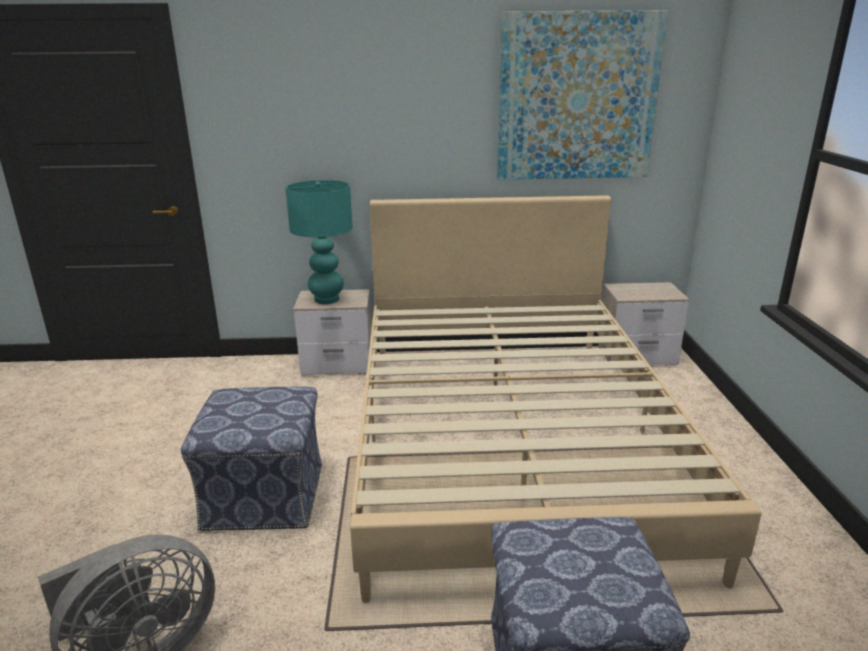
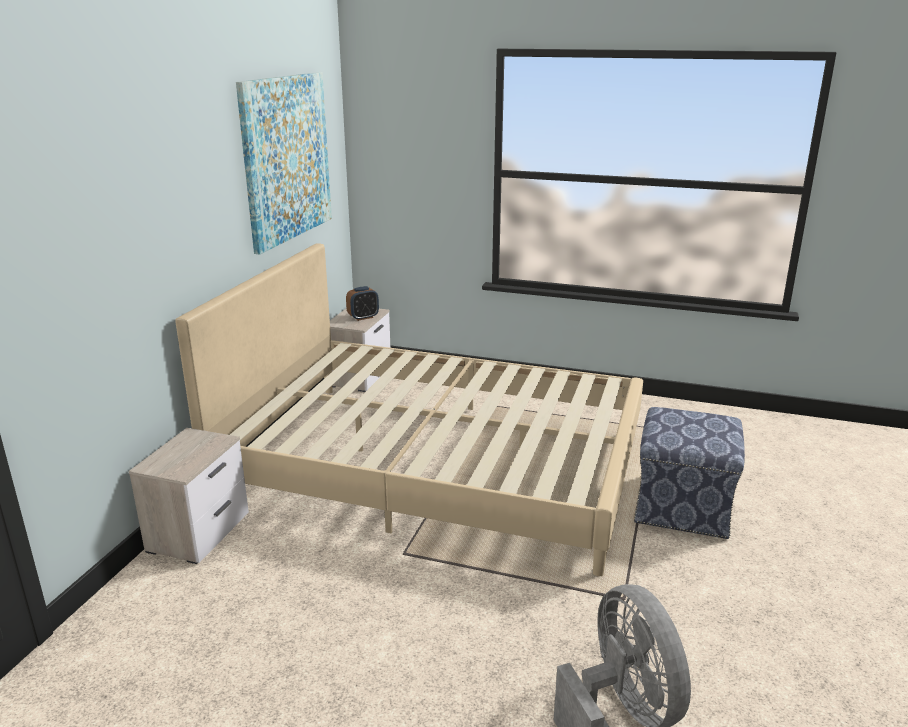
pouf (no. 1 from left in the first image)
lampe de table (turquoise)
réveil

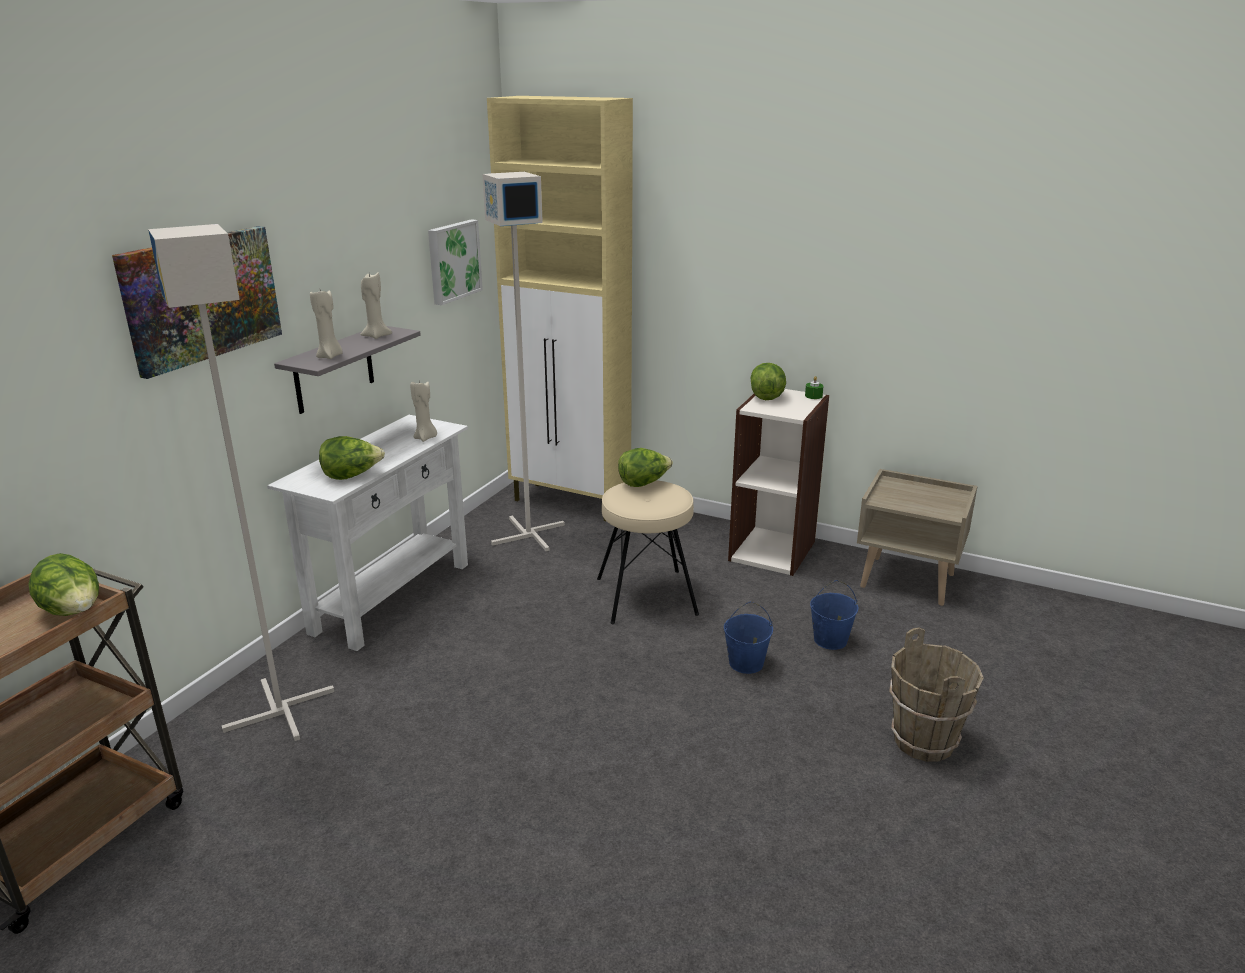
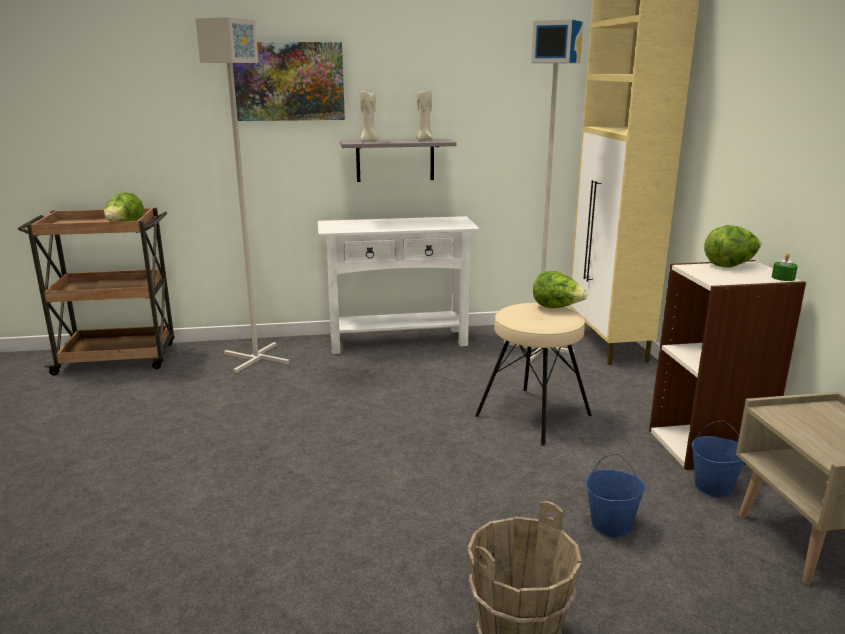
laitue (no. 2 from left in the first image)
bougie (beige) (no. 3 from left in the first image)
tableau (no. 2 from left in the first image)
seau (bleu) (no. 2 from left)

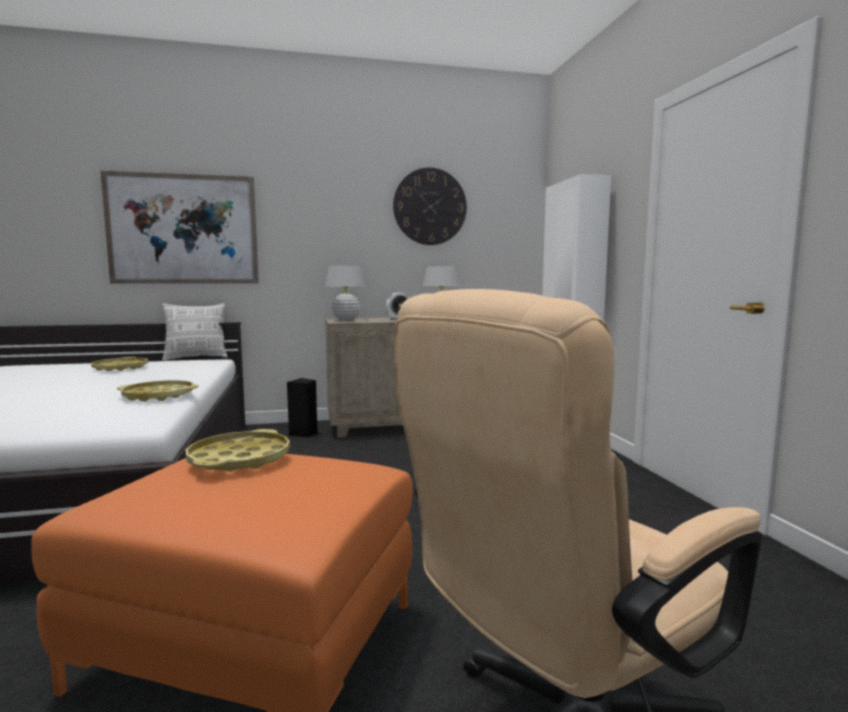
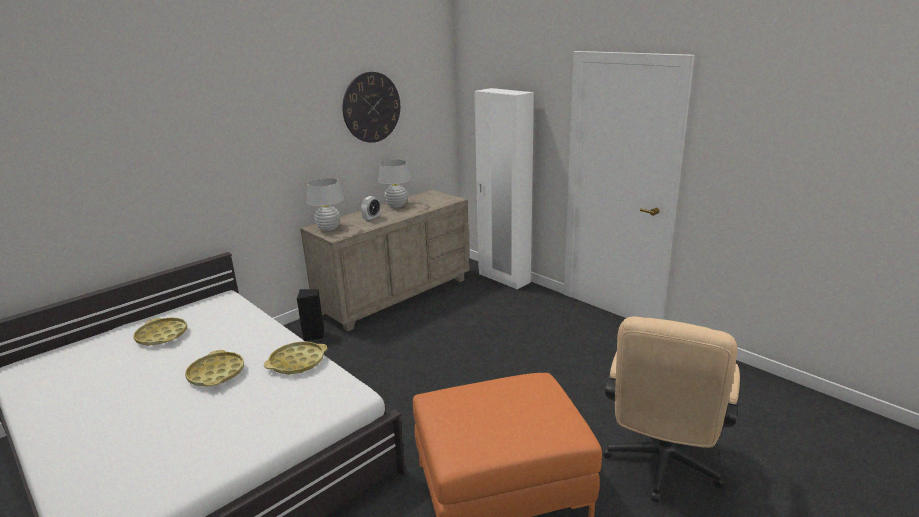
tableau
coussin
plateau (jaune) (no. 2 from left)

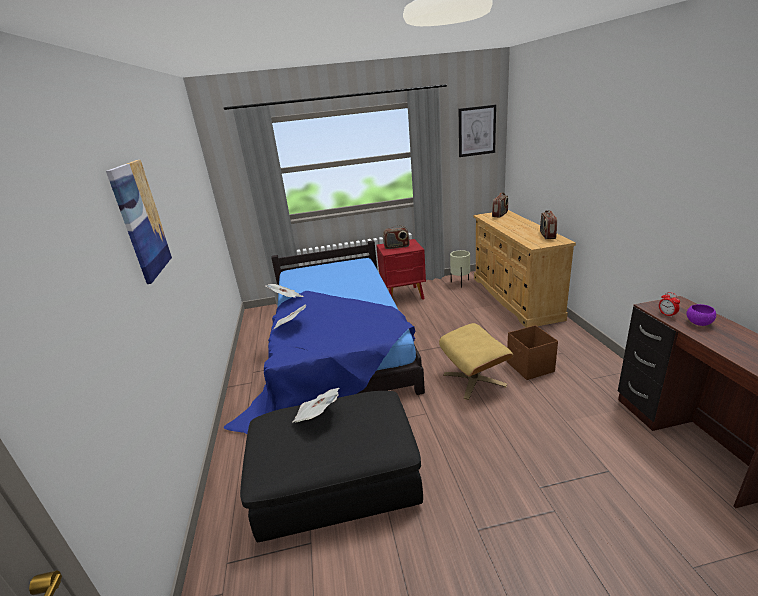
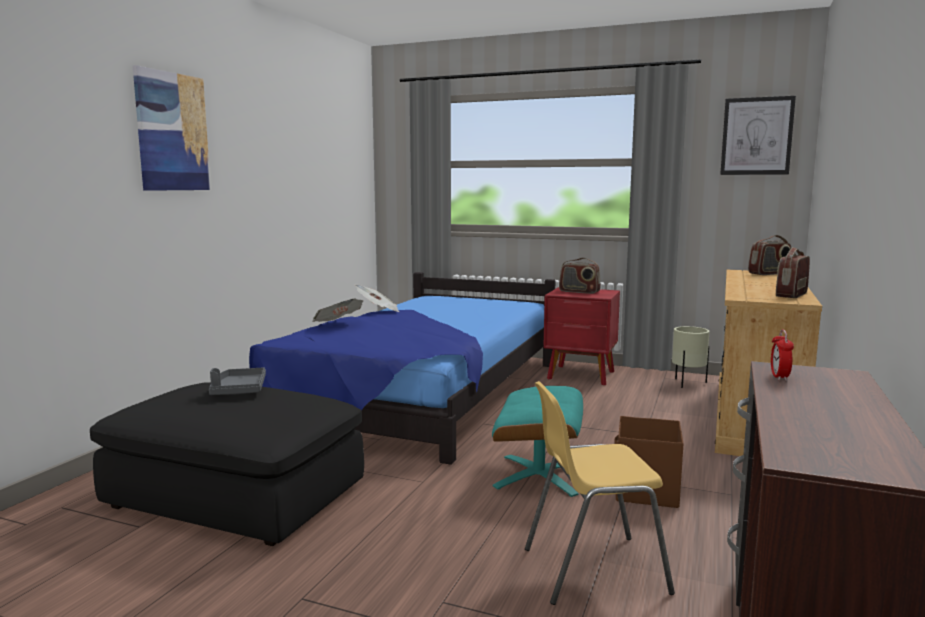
bol (violet)
chaise (jaune)
plateau (gris)
pouf (turquoise)

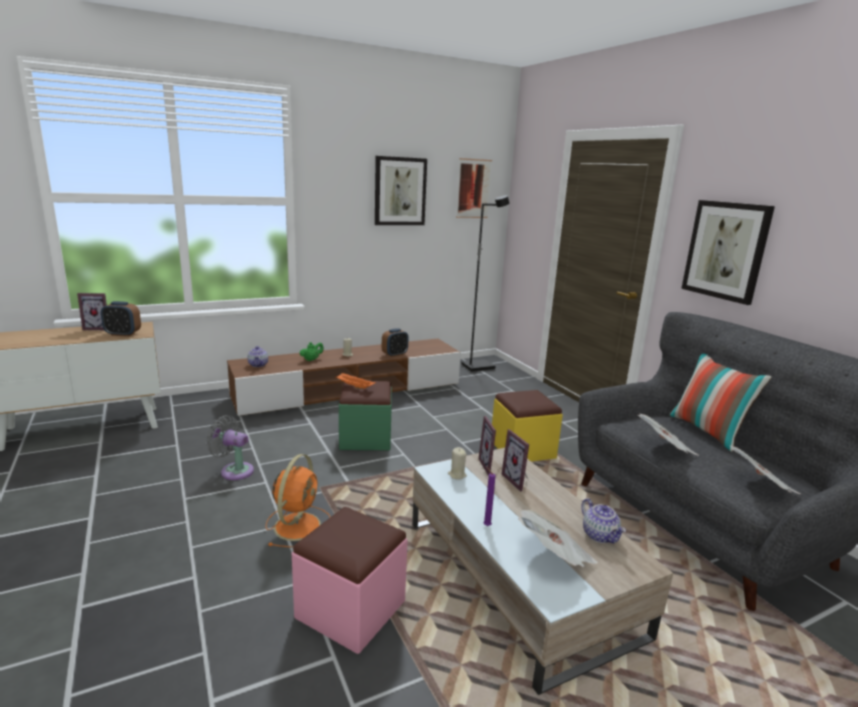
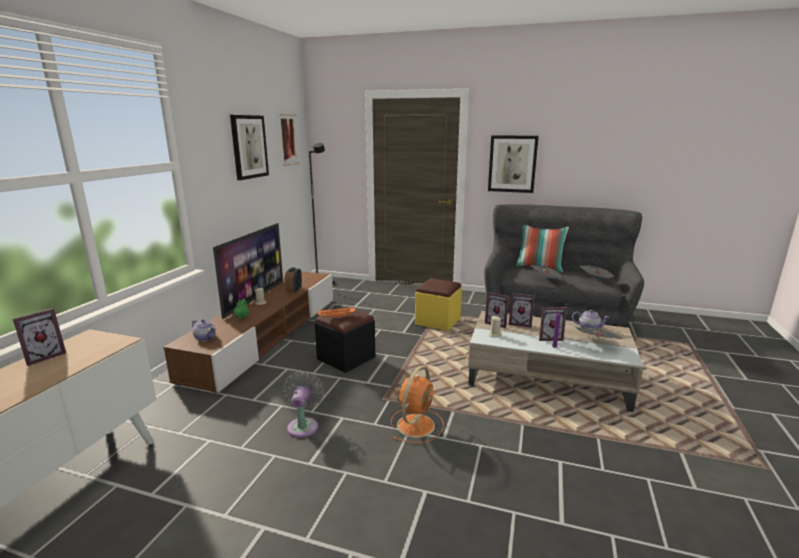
réveil (no. 1 from left in the first image)
pouf (rose)
téléviseur
cadre photo (no. 4 from left)
pouf (noir)
ventilateur (gris)
ventilateur (orange)

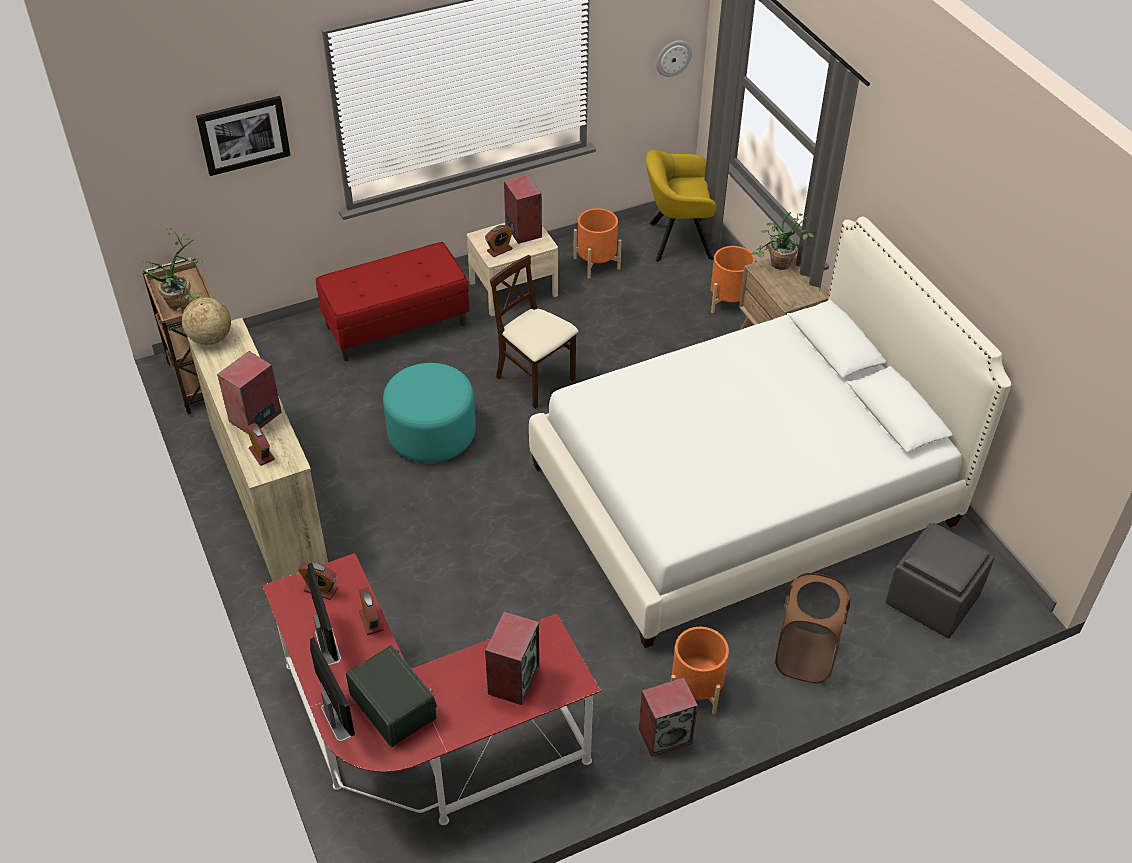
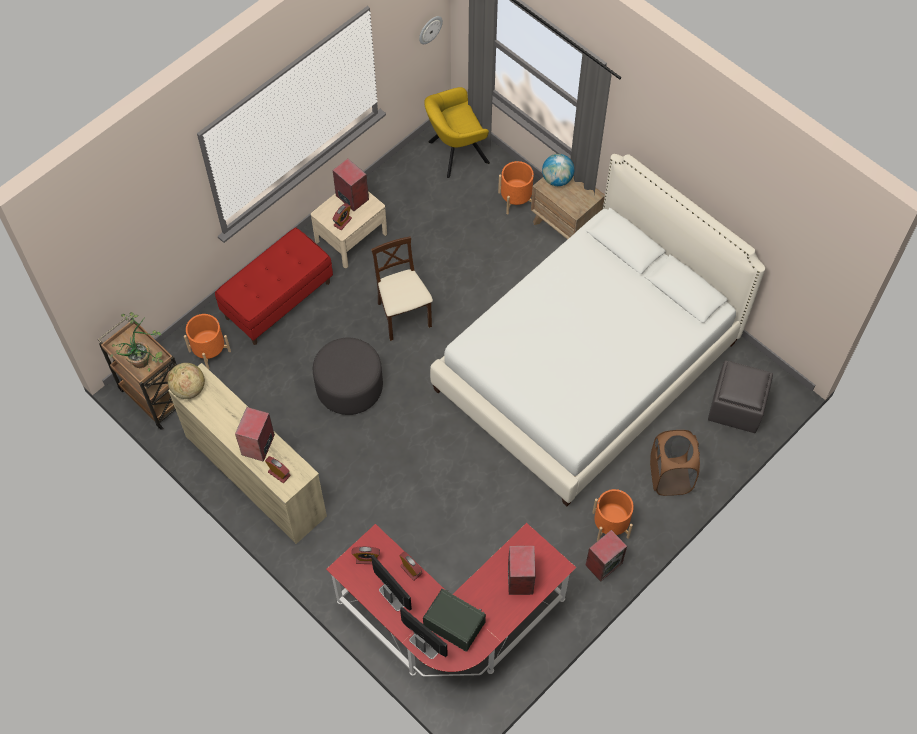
tableau
cache-pot (orange) (no. 1 from left)
globe (no. 2 from left)
pouf (gris) (no. 1 from left)
chaise (beige)

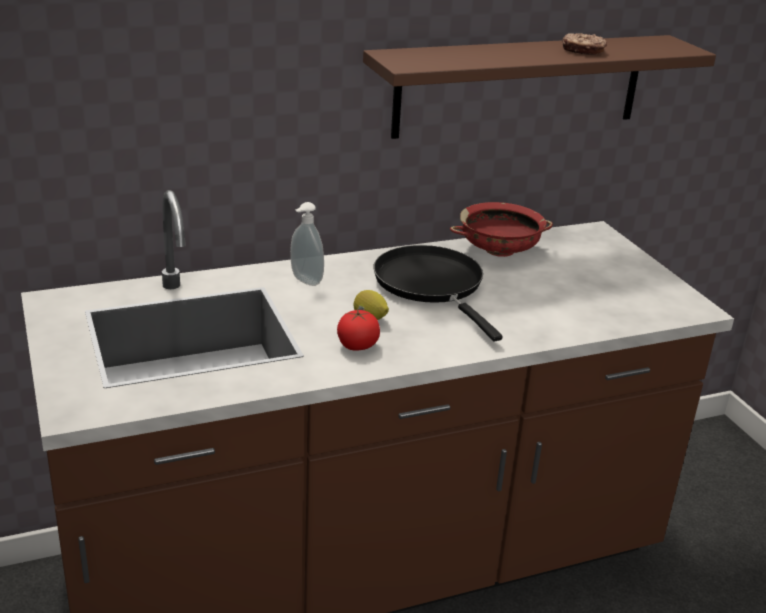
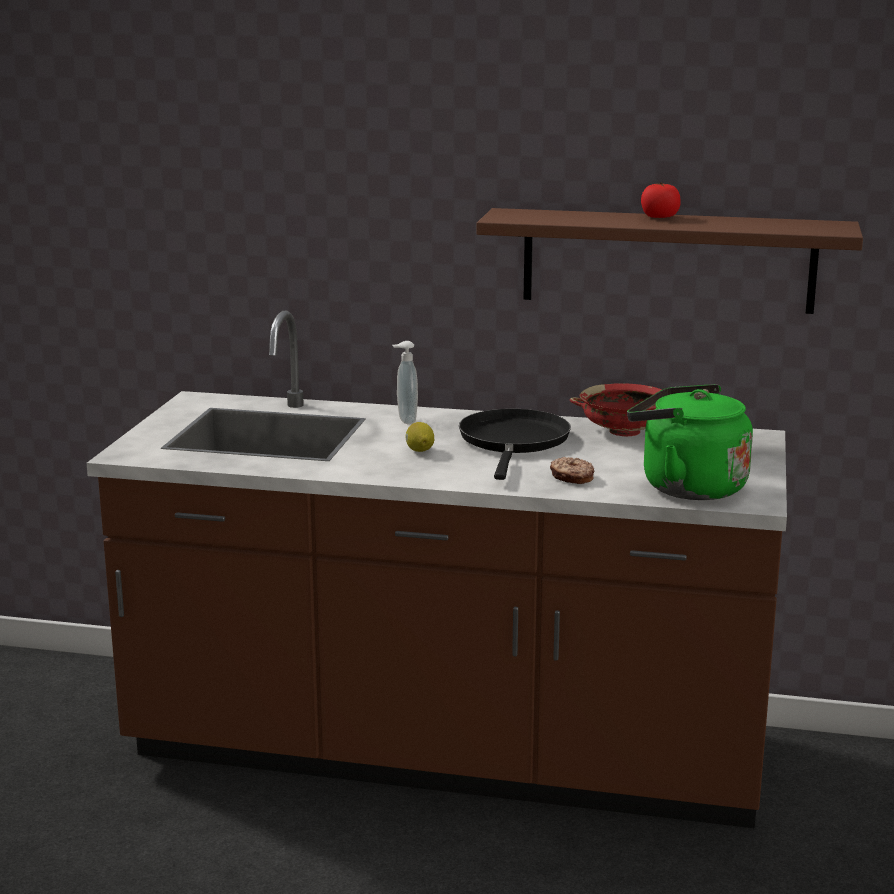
bouilloire (vert)
tomate
beignet

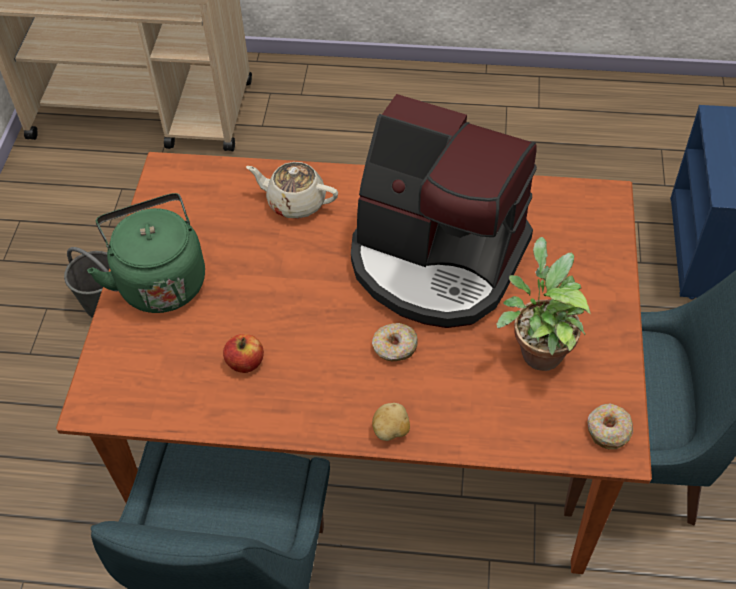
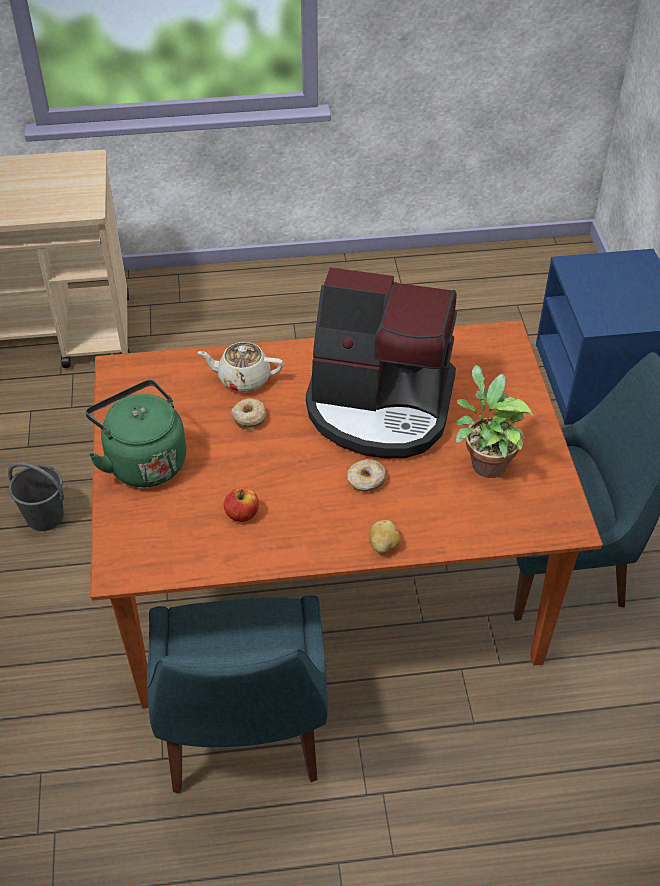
beignet (no. 1 from left)

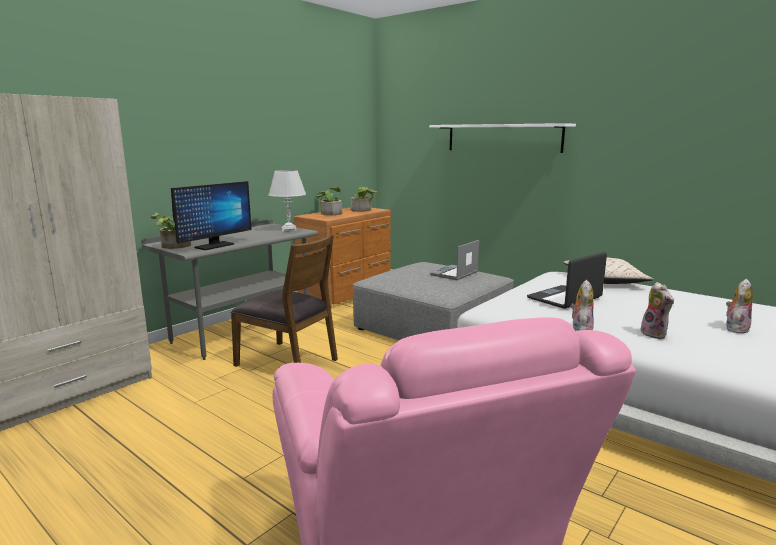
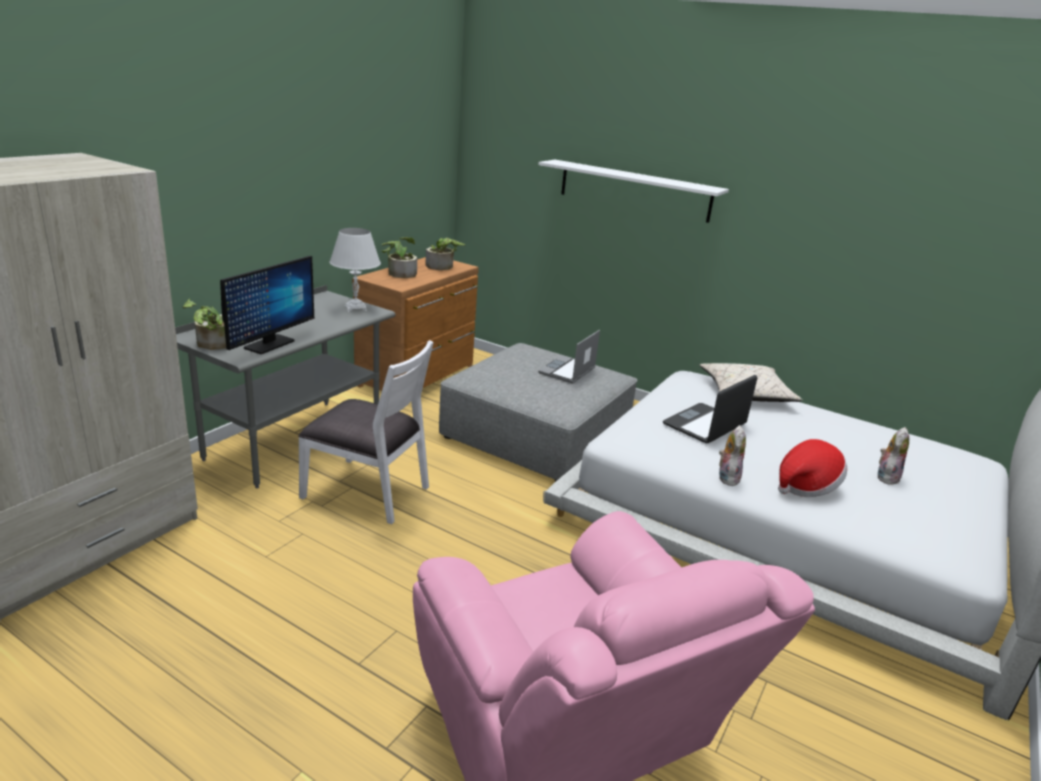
chapeau
chaise (blanc)

